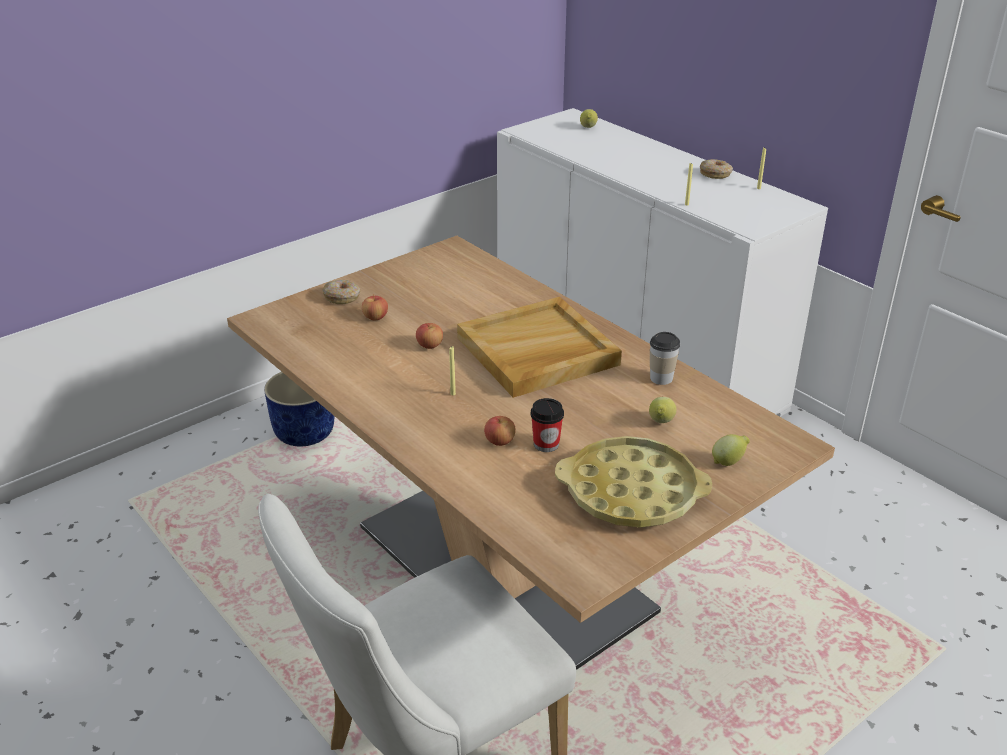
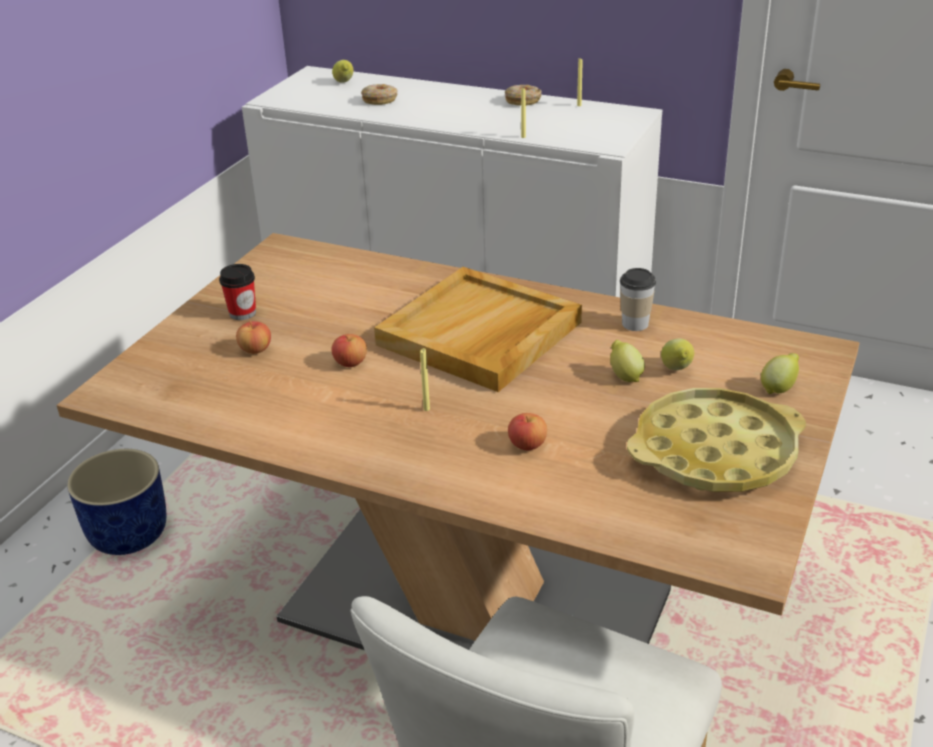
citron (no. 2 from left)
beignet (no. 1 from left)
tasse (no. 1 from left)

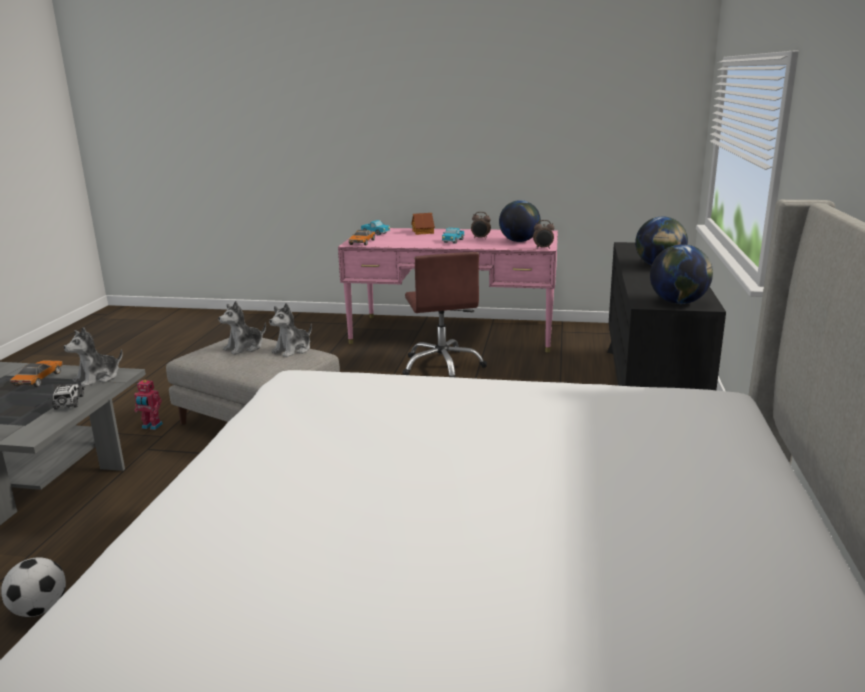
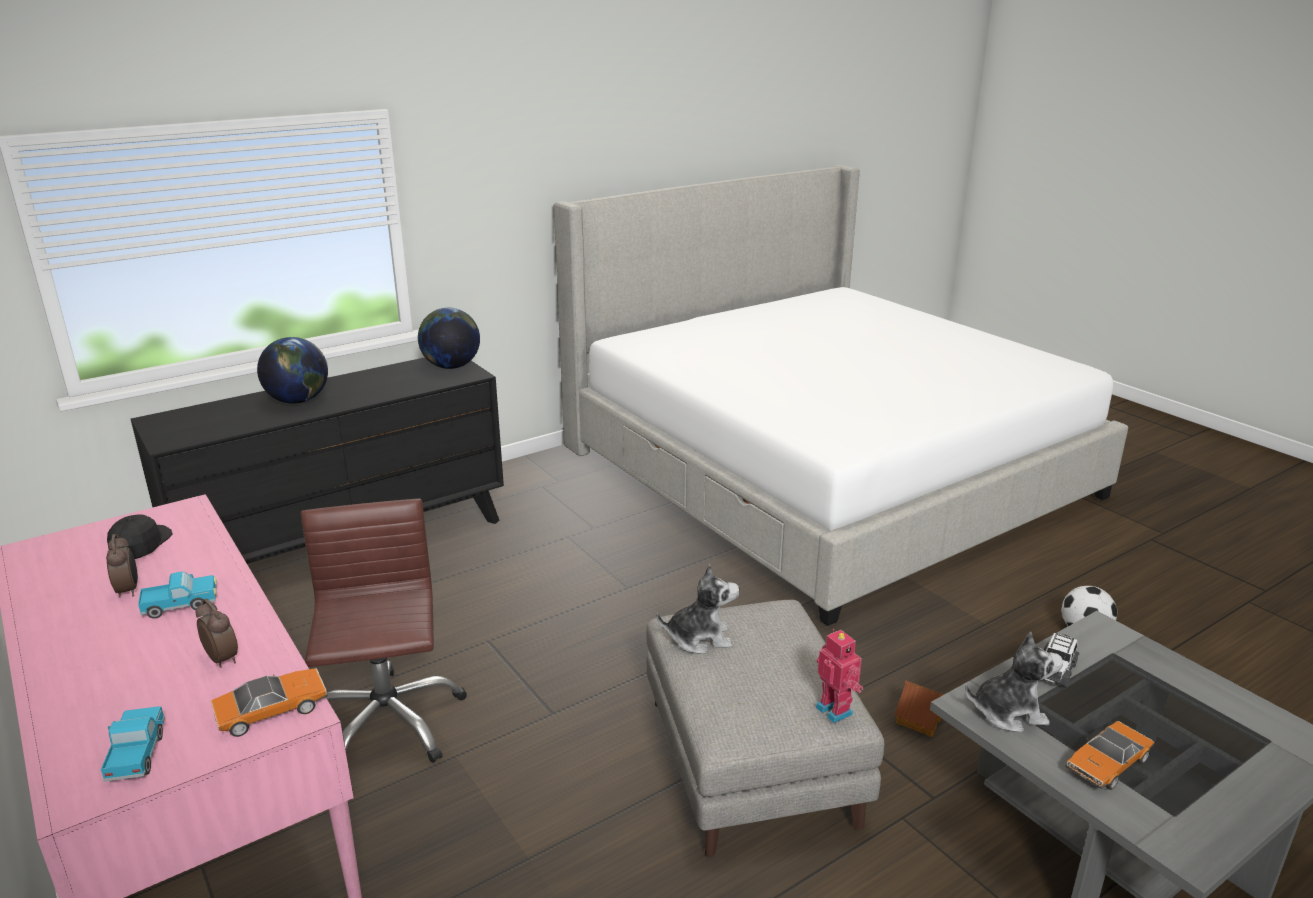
peluche (no. 2 from left in the first image)
robot jouet
maison miniature
réveil (no. 2 from left)
casquette (noir)
chaise de bureau (marron)

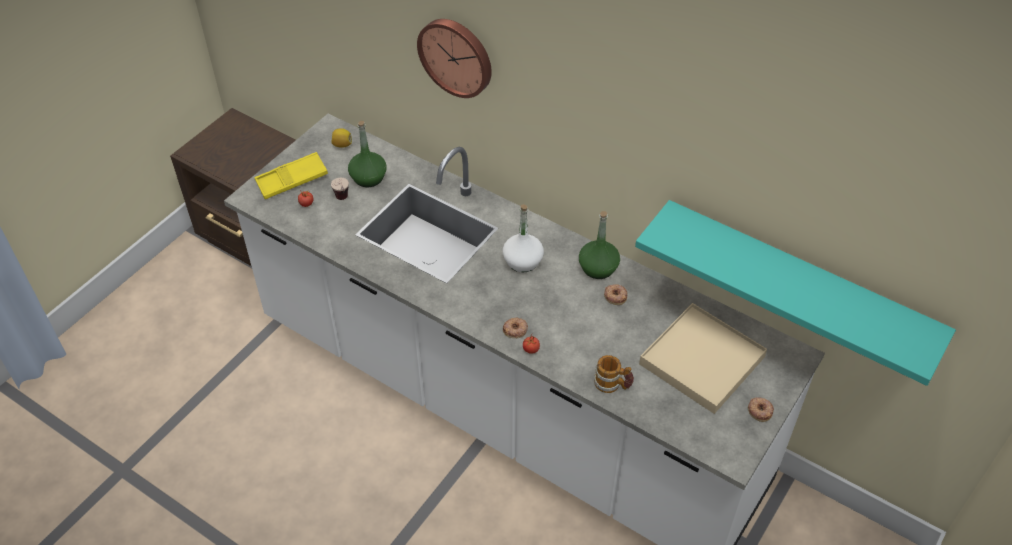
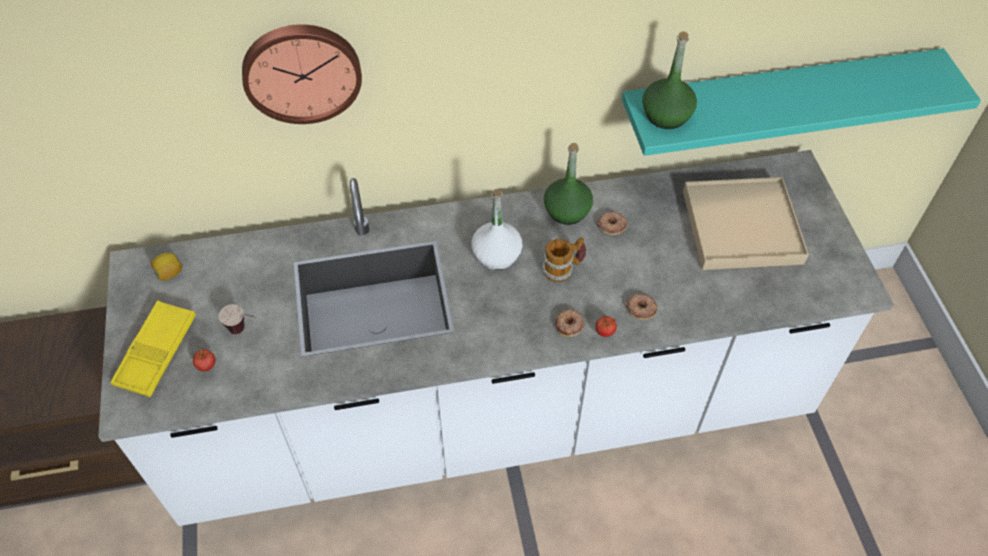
bouteille (vert) (no. 2 from left)
mug
beignet (no. 3 from left)

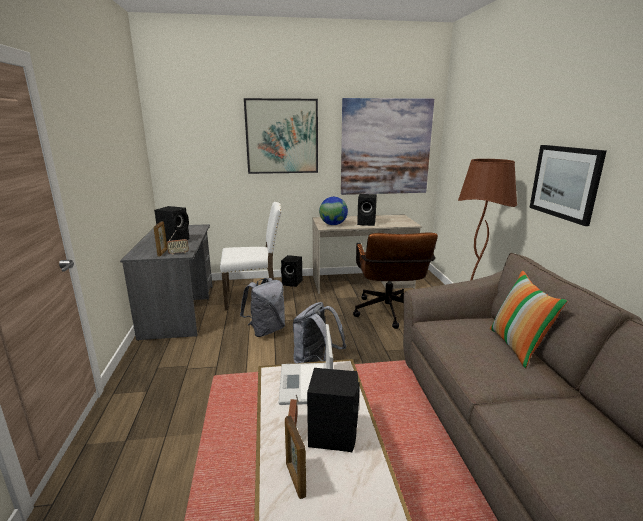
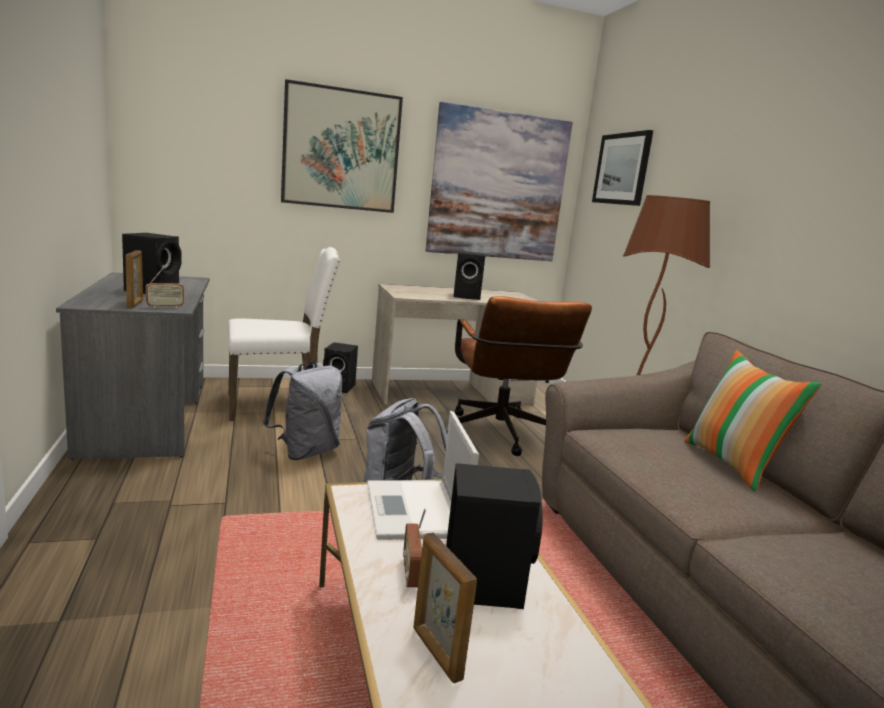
globe
tableau (no. 3 from left)

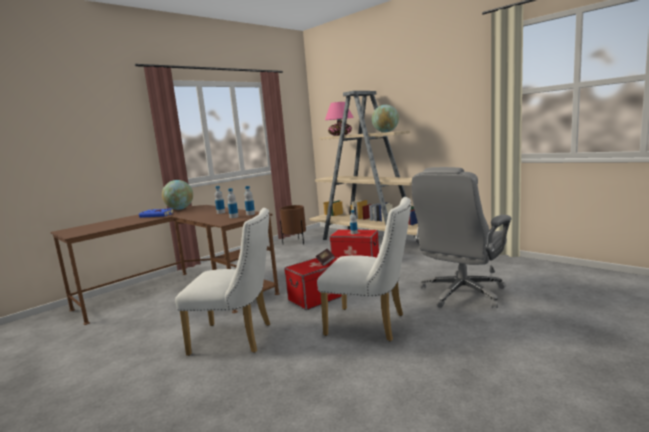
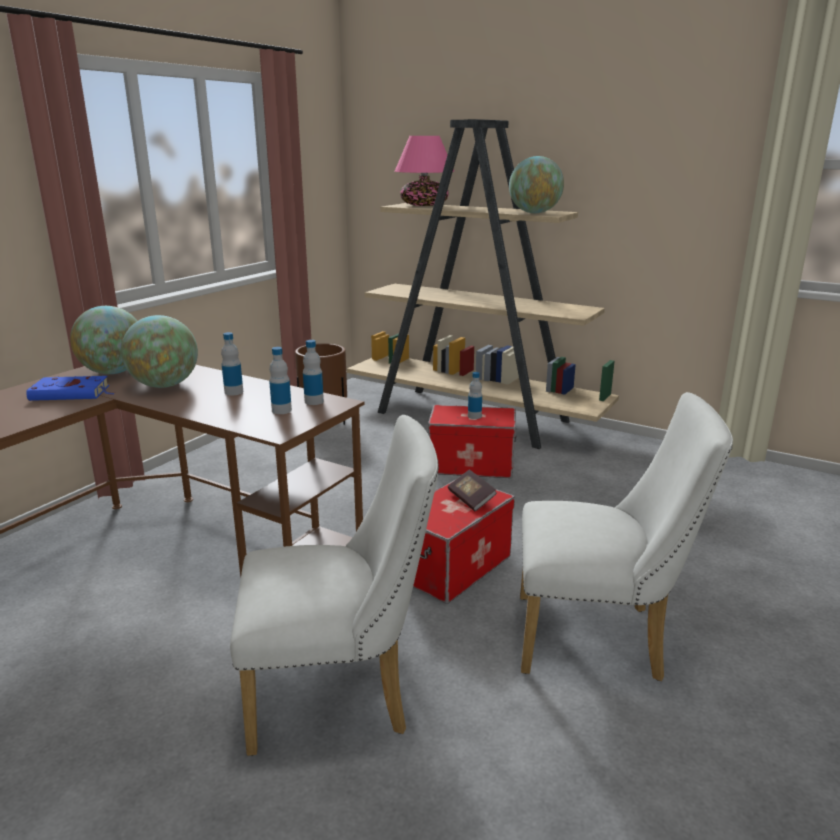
chaise de bureau (gris)
globe (no. 2 from left)

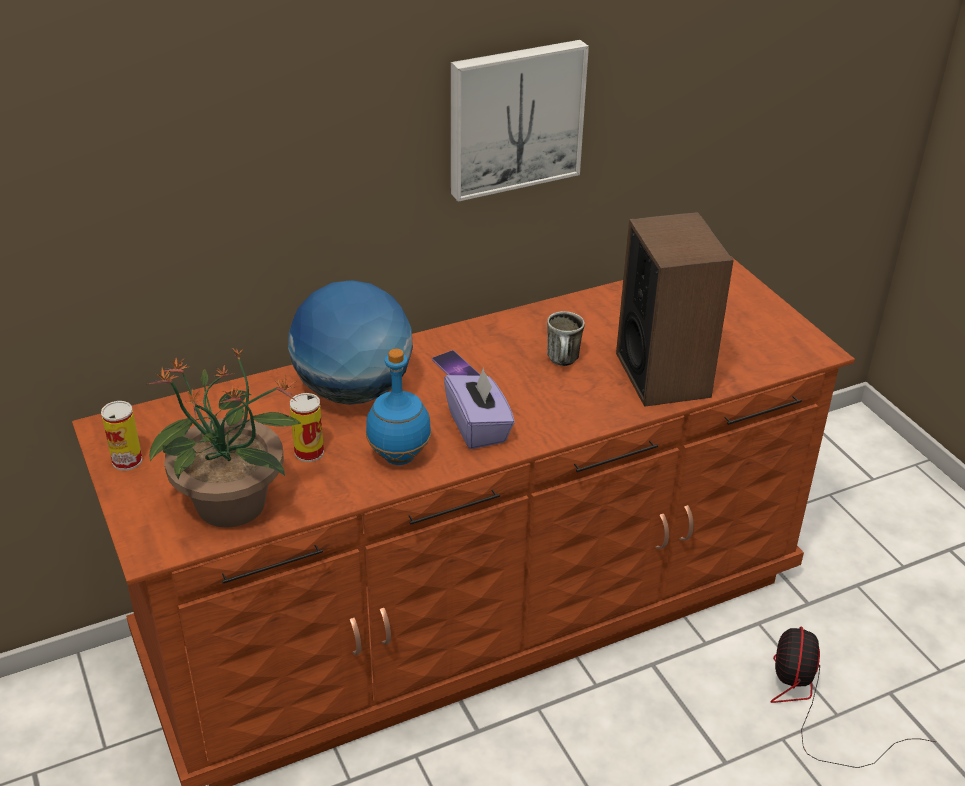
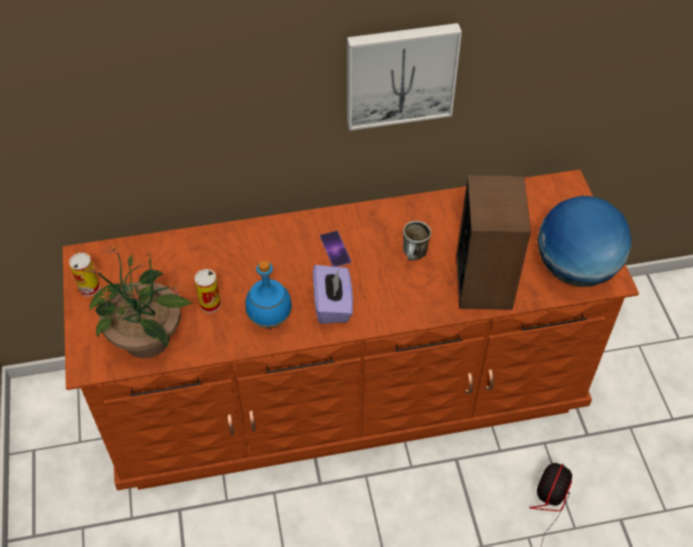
globe

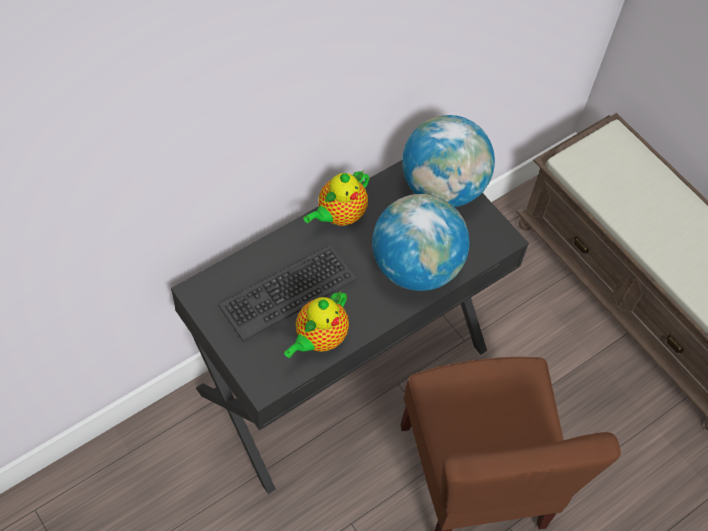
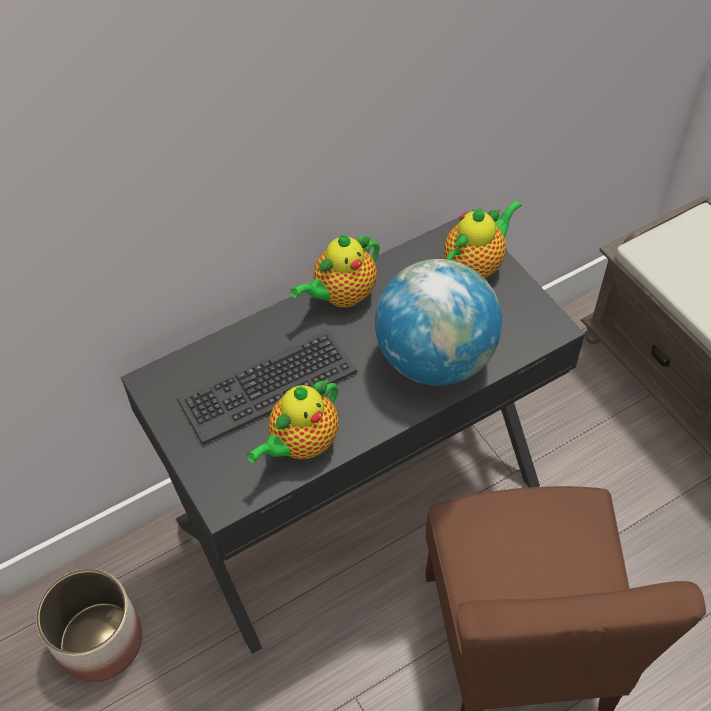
cache-pot
théière (no. 3 from left)

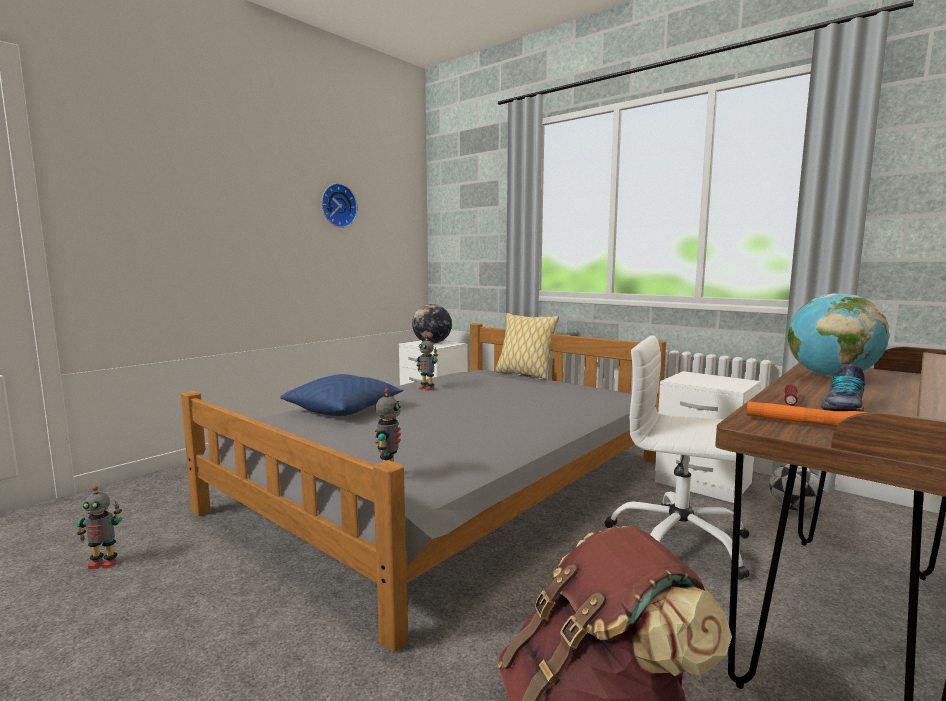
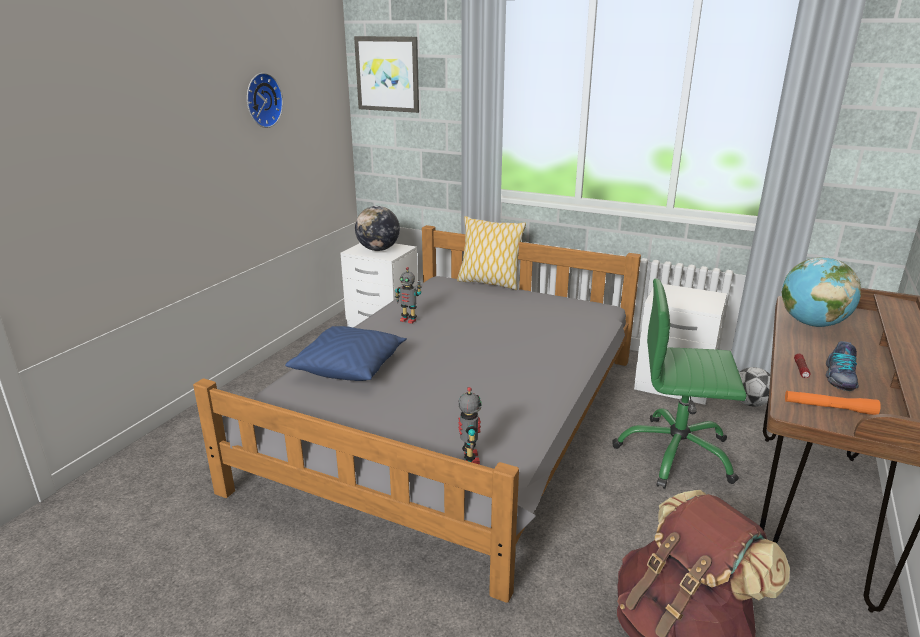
robot jouet (no. 1 from left in the first image)
tableau
chaise de bureau (vert)

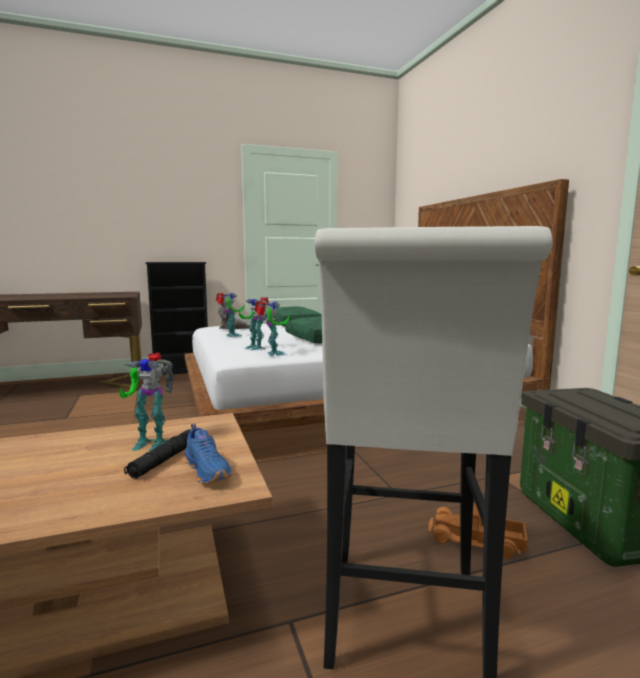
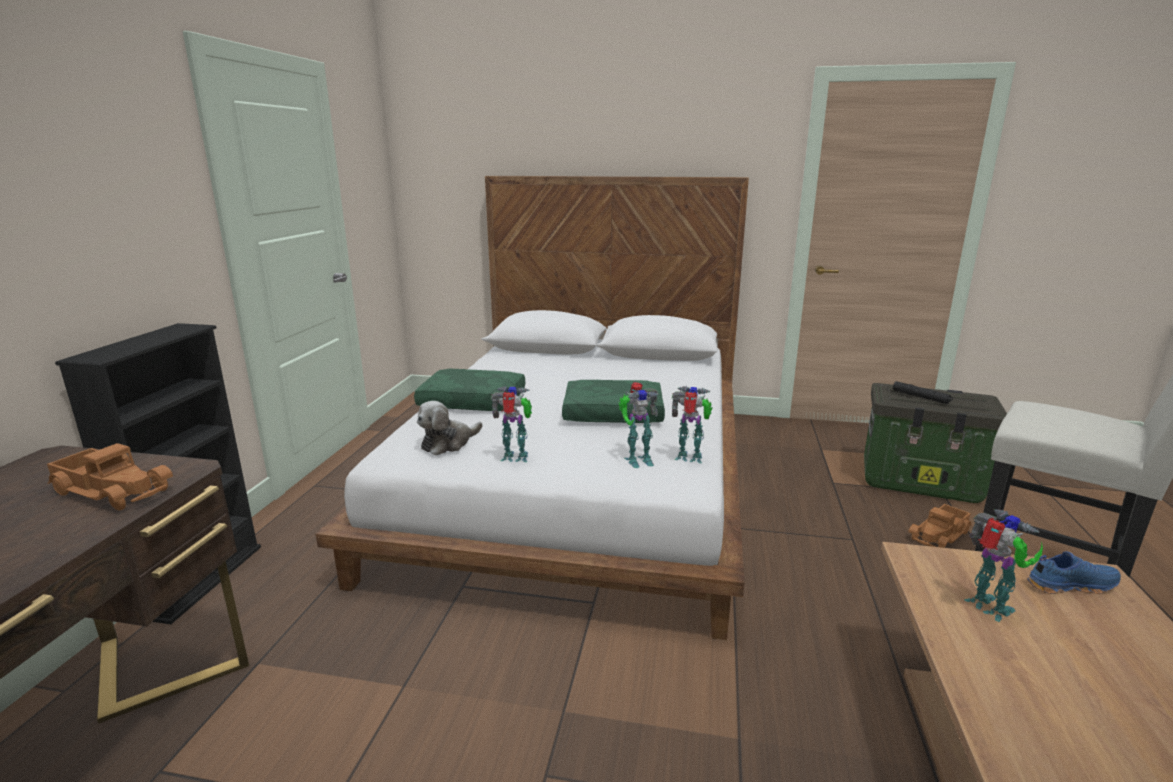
camion jouet (no. 1 from left)
lampe de poche (noir)
robot jouet (no. 4 from left)

